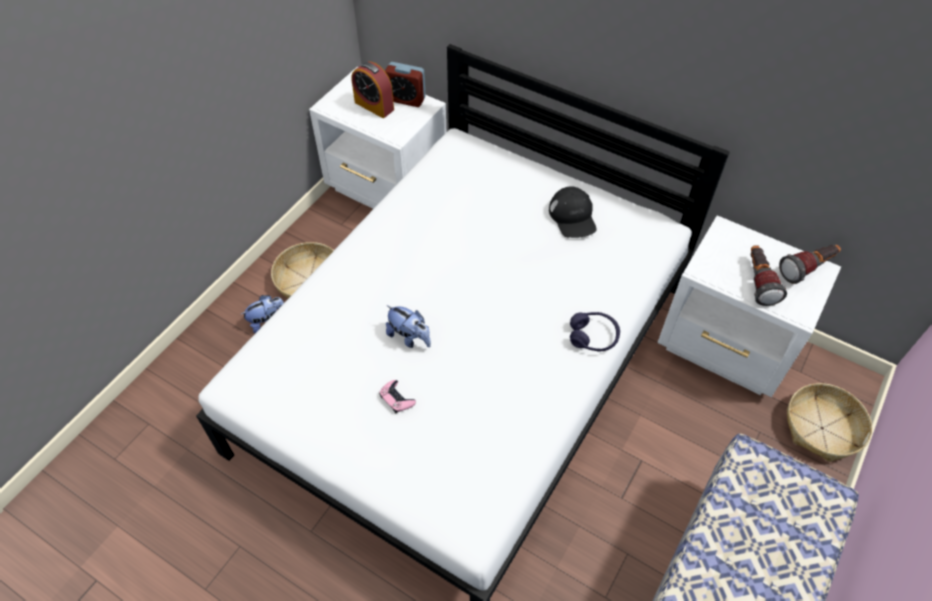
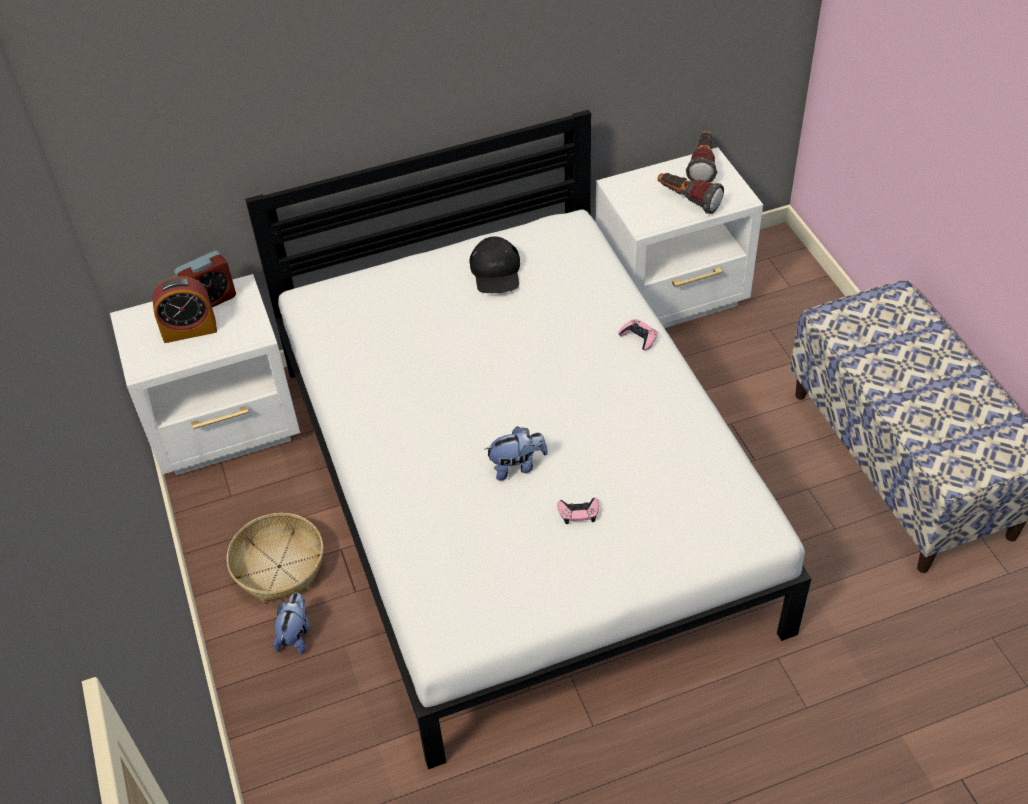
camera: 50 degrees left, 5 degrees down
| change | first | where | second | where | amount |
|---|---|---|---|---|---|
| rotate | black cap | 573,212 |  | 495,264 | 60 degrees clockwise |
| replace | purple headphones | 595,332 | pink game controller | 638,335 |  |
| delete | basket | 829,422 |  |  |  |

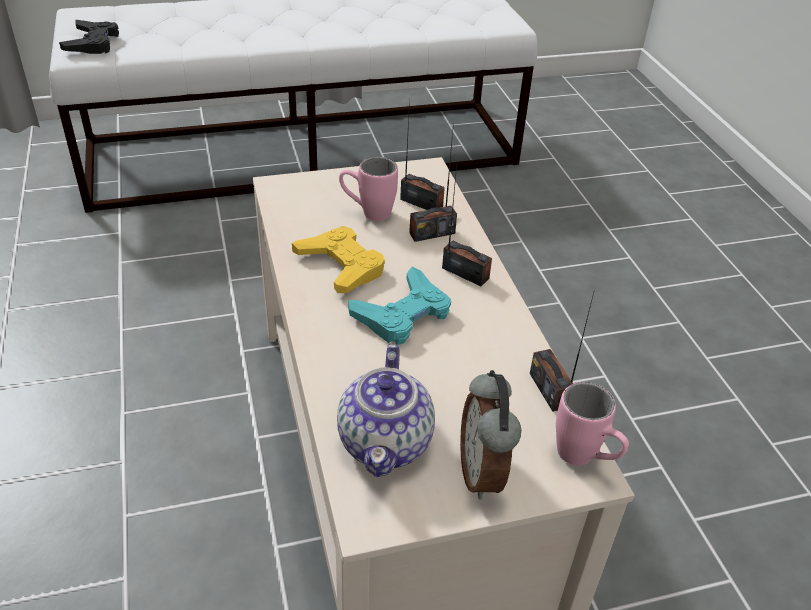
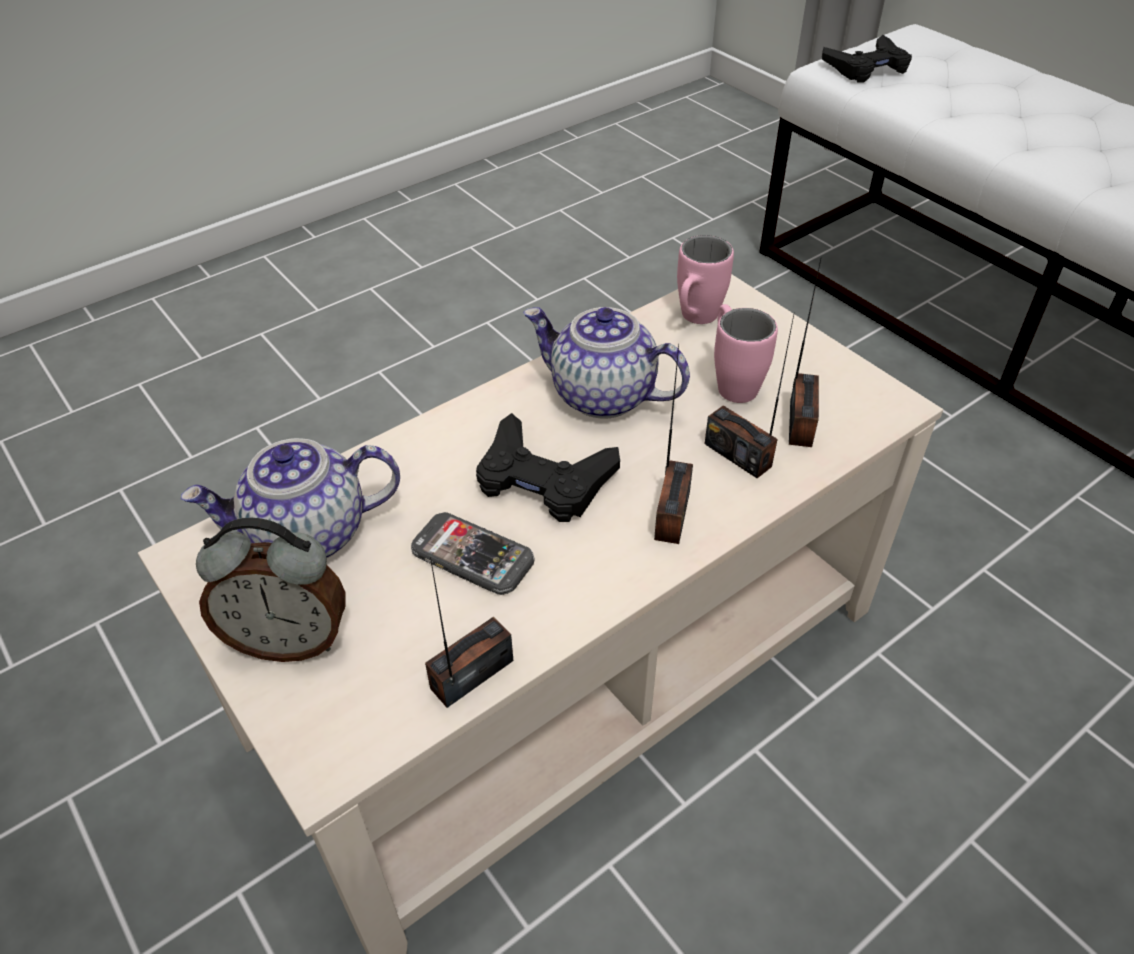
camera: 70 degrees right, 5 degrees up
| change | first | where | second | where | amount |
|---|---|---|---|---|---|
| replace | yellow game controller | 338,259 | teapot | 606,363 |  |
| recolor | turquoise game controller | 399,305 | black game controller | 548,467 |  |
| rotate | alarm clock | 490,434 |  | 271,590 | 150 degrees counterclockwise |
| move | pink mug | 592,423 |  | 705,279 |  |
| insert |  |  | phone | 472,553 |  |

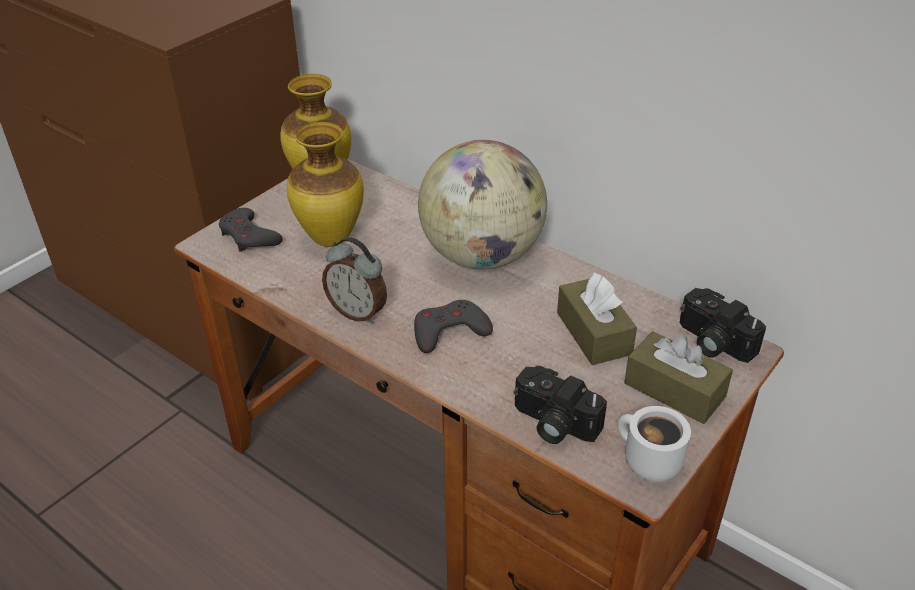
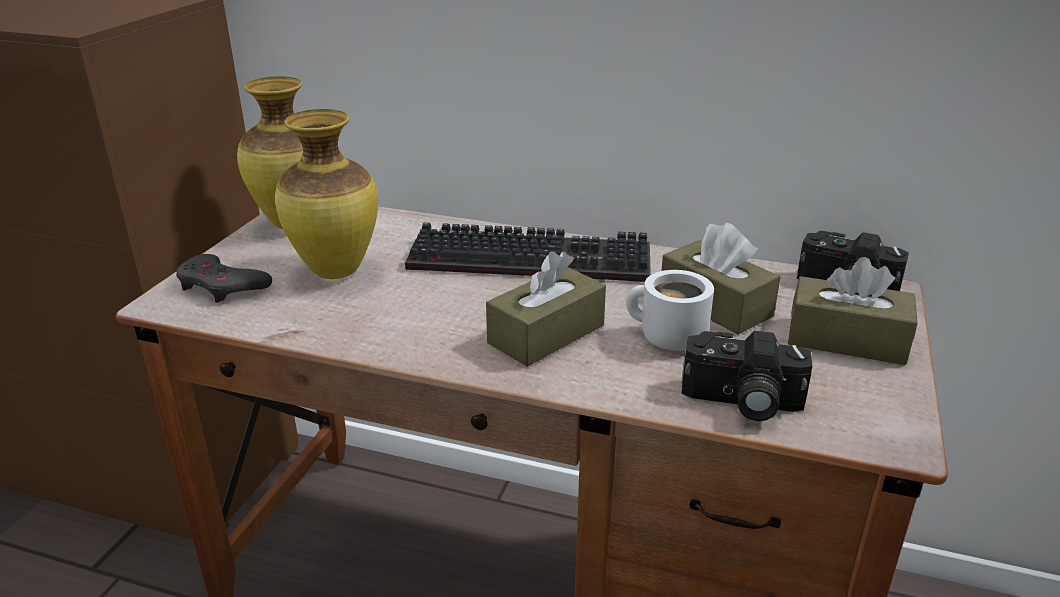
camera: 20 degrees left, 10 degrees down
| change | first | where | second | where | amount |
|---|---|---|---|---|---|
| replace | globe | 482,204 | keyboard | 528,252 |  |
| delete | alarm clock | 354,280 |  |  |  |
| replace | grey game controller | 453,326 | brown tissue box | 546,309 |  |
| move | white mug | 654,444 |  | 670,310 |  |

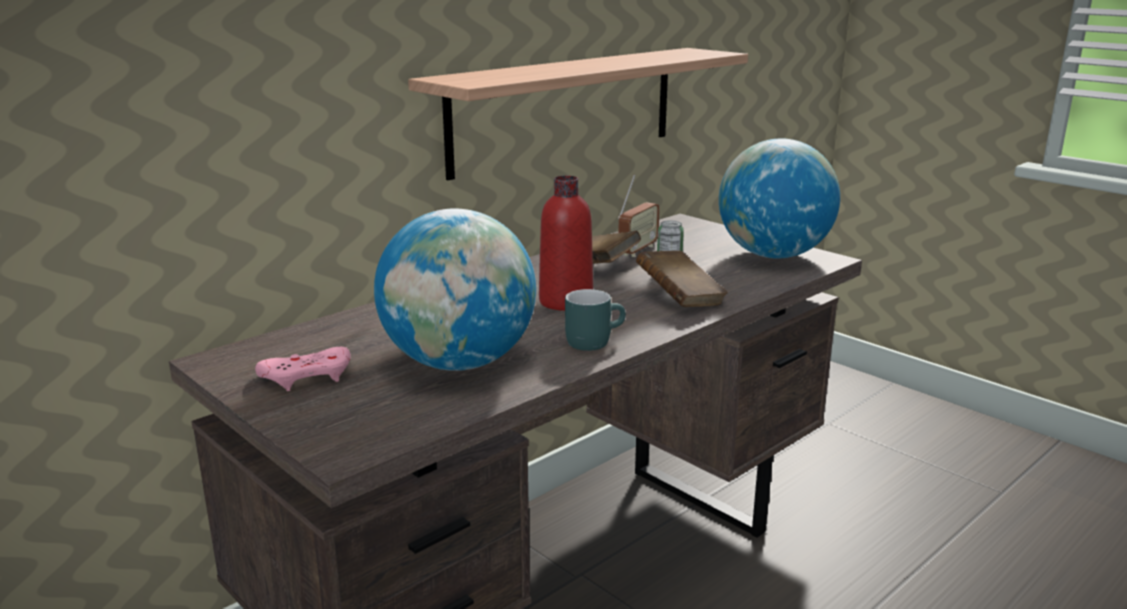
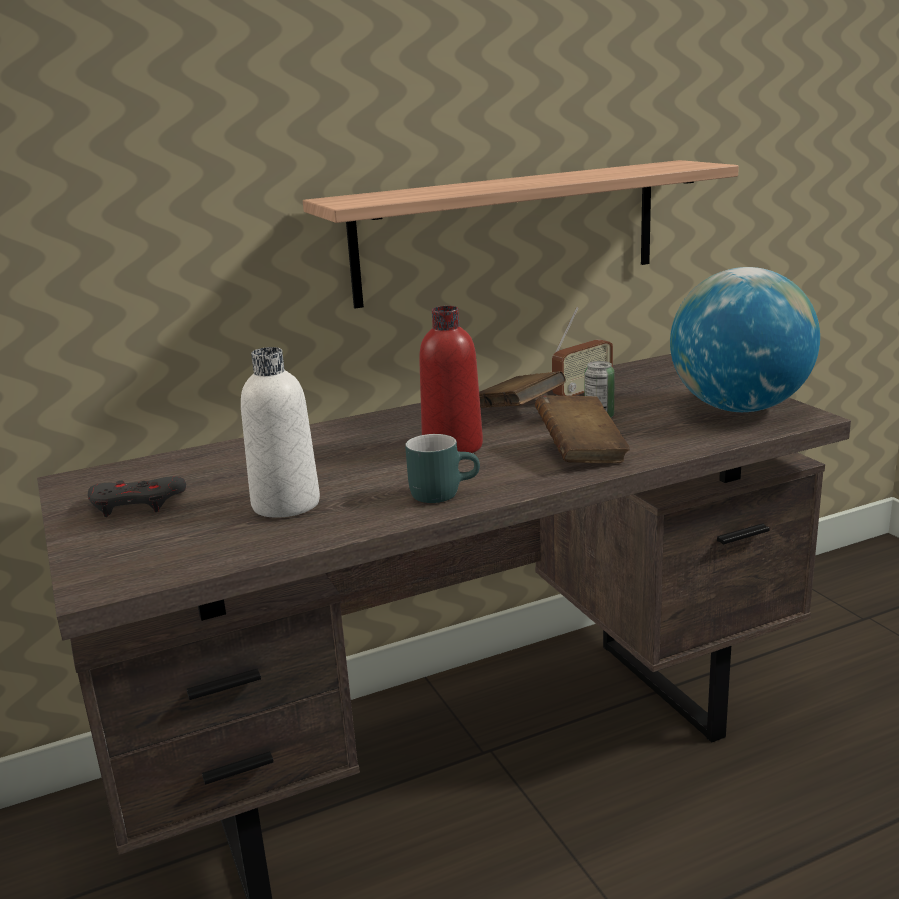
camera: 20 degrees right, 0 degrees up
| change | first | where | second | where | amount |
|---|---|---|---|---|---|
| replace | globe | 455,289 | white bottle | 280,432 |  |
| recolor | pink game controller | 303,369 | grey game controller | 137,496 |  |

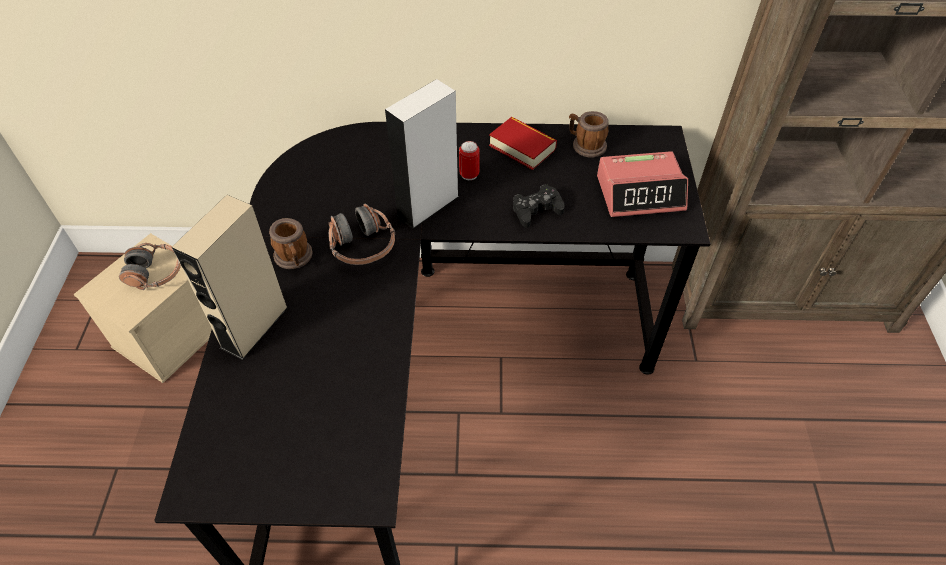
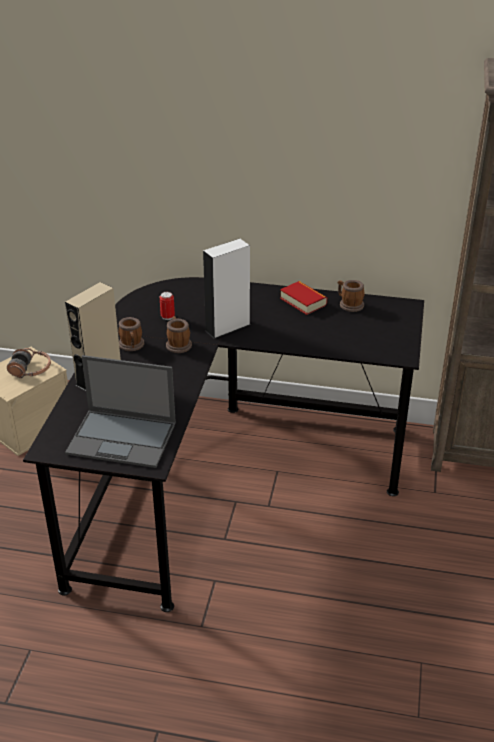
camera: 10 degrees right, 15 degrees down
| change | first | where | second | where | amount |
|---|---|---|---|---|---|
| move | can | 469,160 |  | 167,306 |  |
| delete | alarm clock | 642,184 |  |  |  |
| delete | black game controller | 539,206 |  |  |  |
| replace | headphones | 362,234 | mug | 179,334 |  |
| insert |  |  | laptop | 120,411 |  |

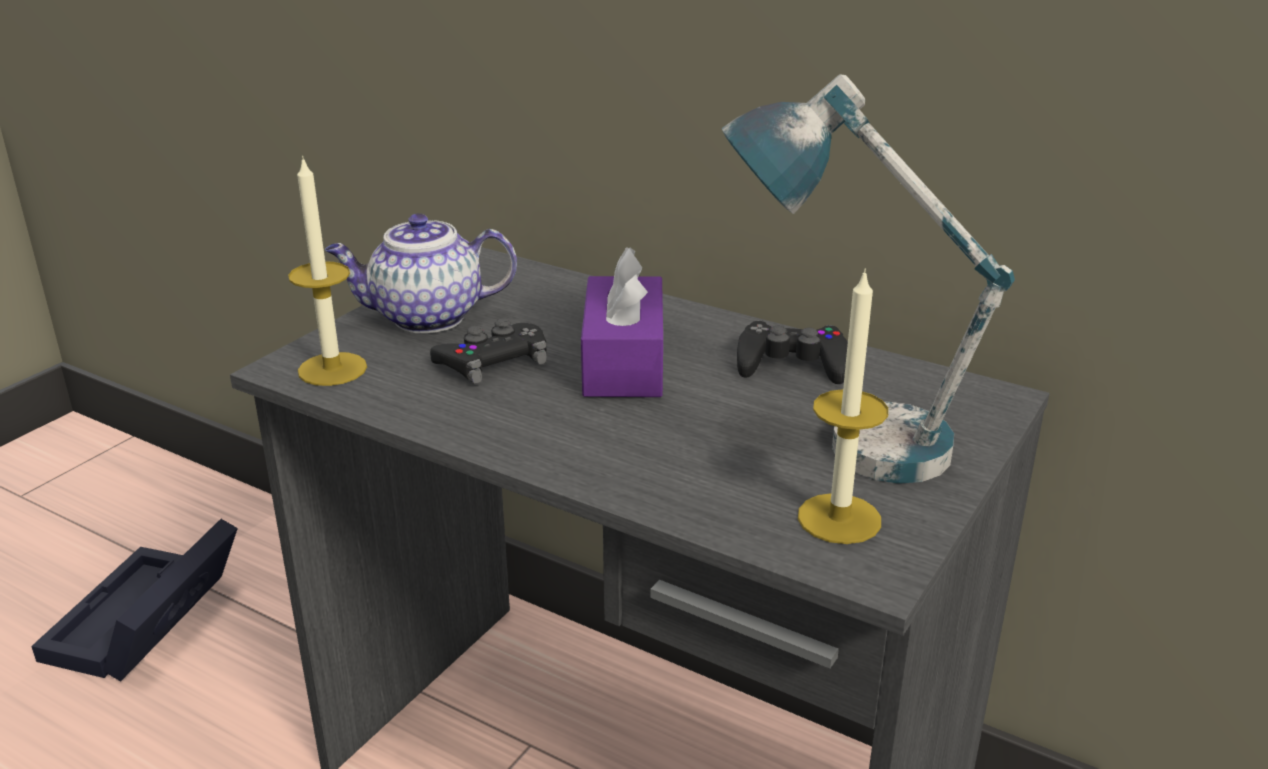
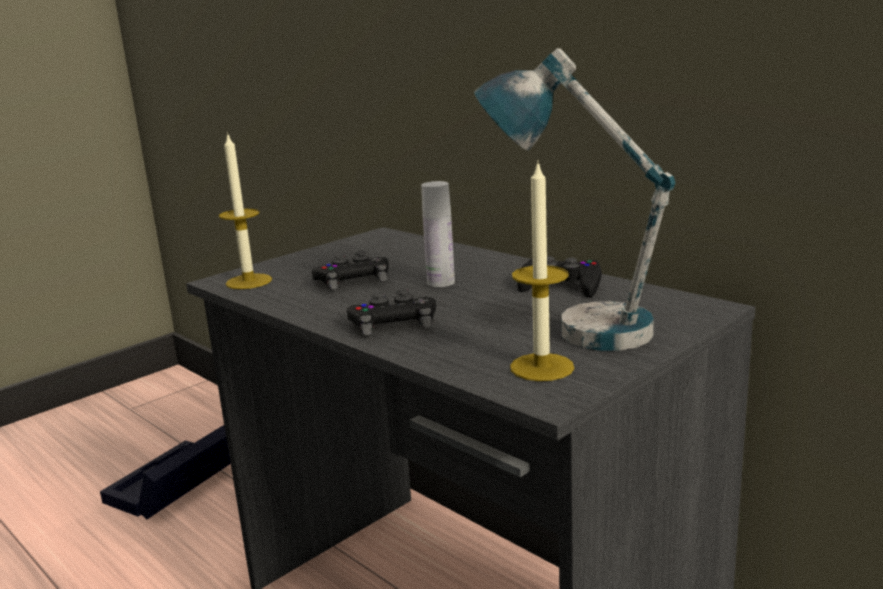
camera: 15 degrees right, 10 degrees down
| change | first | where | second | where | amount |
|---|---|---|---|---|---|
| delete | teapot | 421,273 |  |  |  |
| replace | purple tissue box | 622,322 | white bottle | 438,234 |  |
| insert |  |  | black game controller | 391,312 |  |

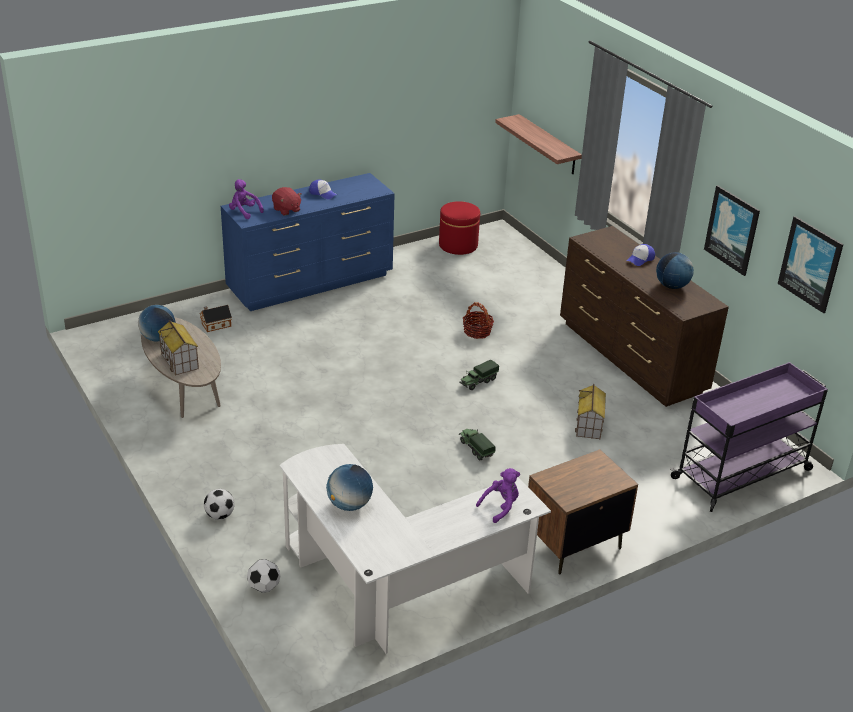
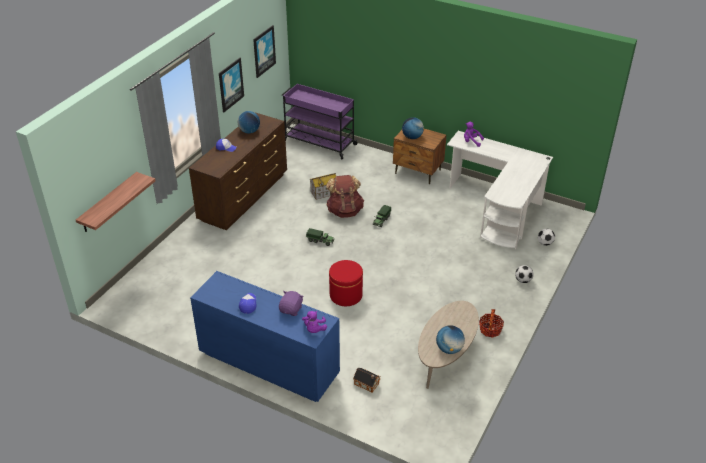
camera: 120 degrees left, 5 degrees up
| change | first | where | second | where | amount |
|---|---|---|---|---|---|
| recolor | red plush toy | 287,201 | purple plush toy | 291,303 |  |
| move | red ottoman | 459,228 |  | 346,283 |  |
| move | basket | 478,320 |  | 491,323 |  |
| delete | toy house | 178,347 |  |  |  |
| move | globe | 349,487 |  | 413,128 |  |
| insert |  |  | brown backpack | 345,196 |  |

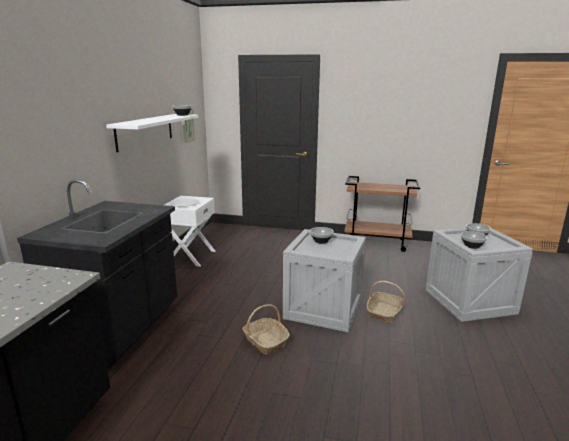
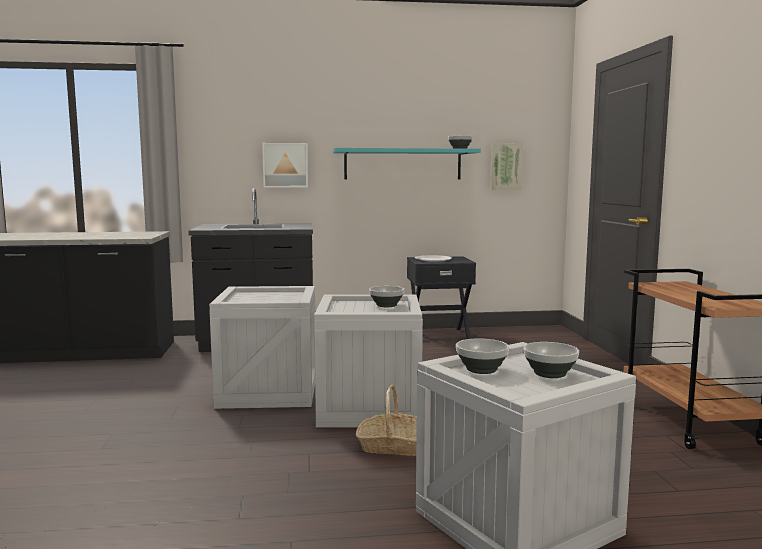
camera: 70 degrees right, 10 degrees down
| change | first | where | second | where | amount |
|---|---|---|---|---|---|
| recolor | white shelf | 152,133 | turquoise shelf | 407,164 |  |
| recolor | white nightstand | 189,231 | black nightstand | 441,297 |  |
| replace | basket | 266,329 | crate | 262,347 |  |
| insert |  |  | picture | 285,165 |  |

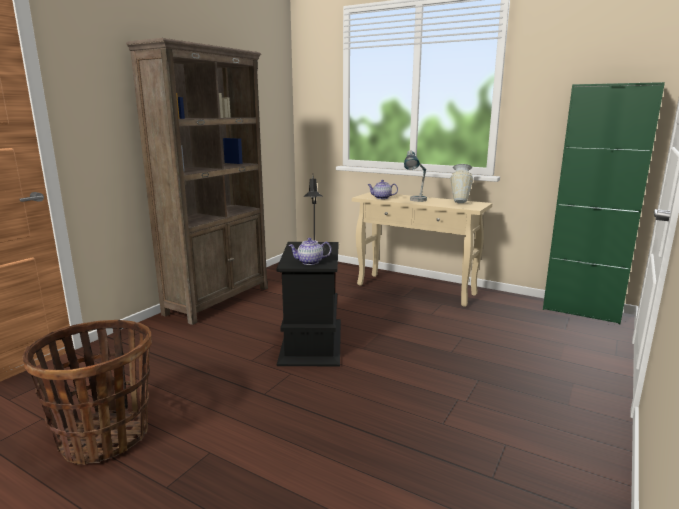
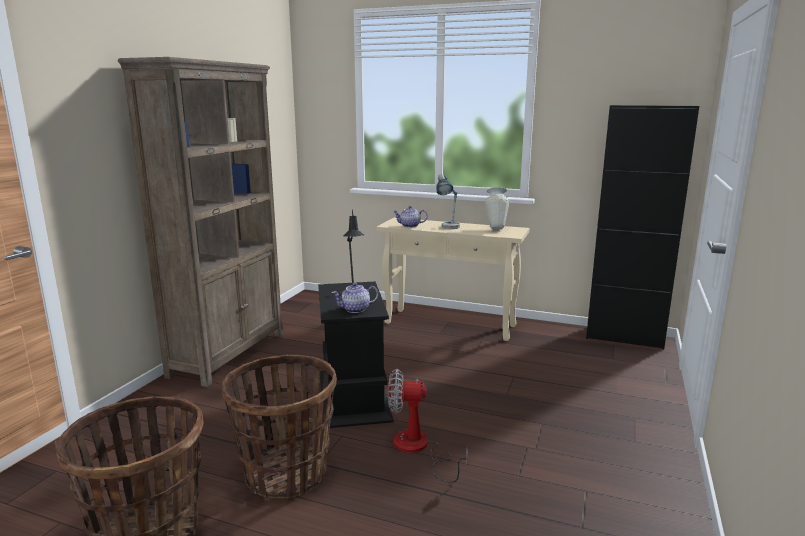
camera: 10 degrees left, 0 degrees up
| change | first | where | second | where | amount |
|---|---|---|---|---|---|
| recolor | green cabinet | 604,203 | black cabinet | 642,227 |  |
| insert |  |  | basket | 279,427 |  |
| insert |  |  | fan | 428,426 |  |

